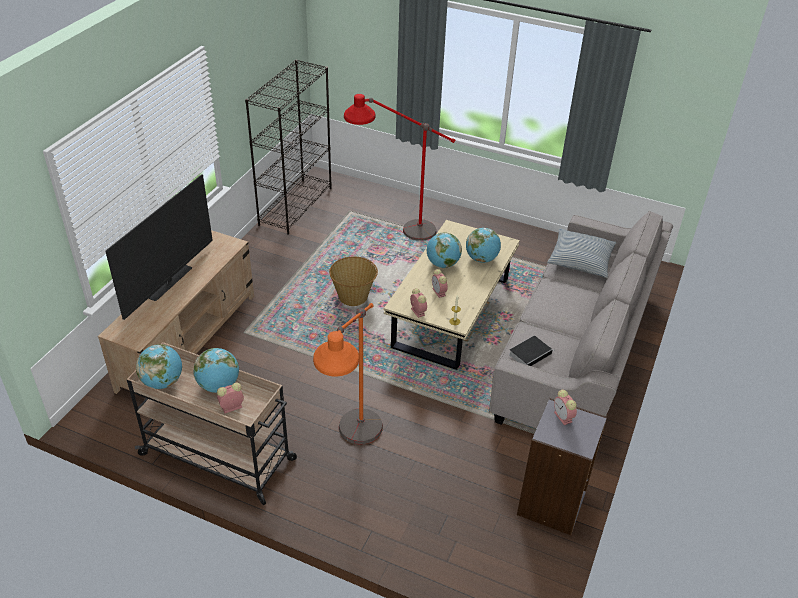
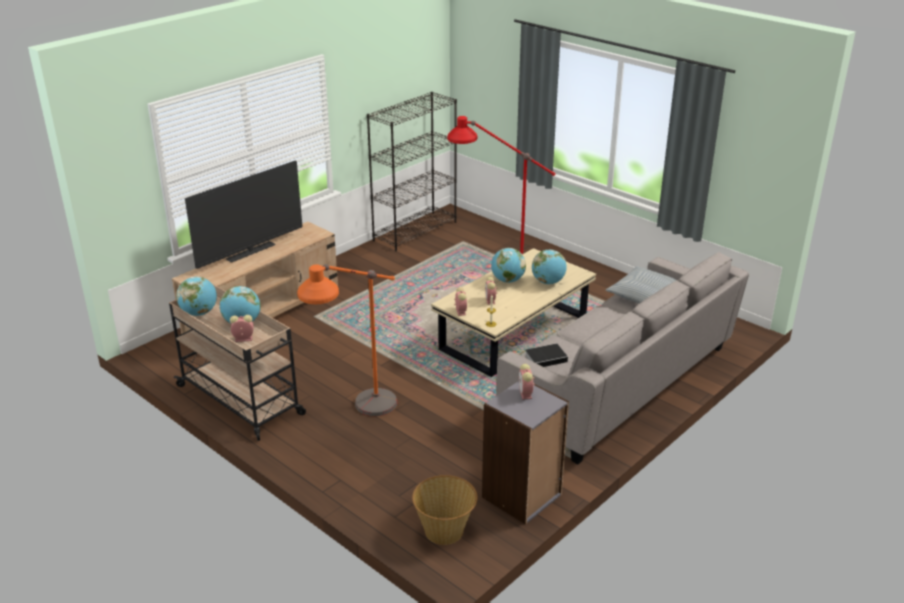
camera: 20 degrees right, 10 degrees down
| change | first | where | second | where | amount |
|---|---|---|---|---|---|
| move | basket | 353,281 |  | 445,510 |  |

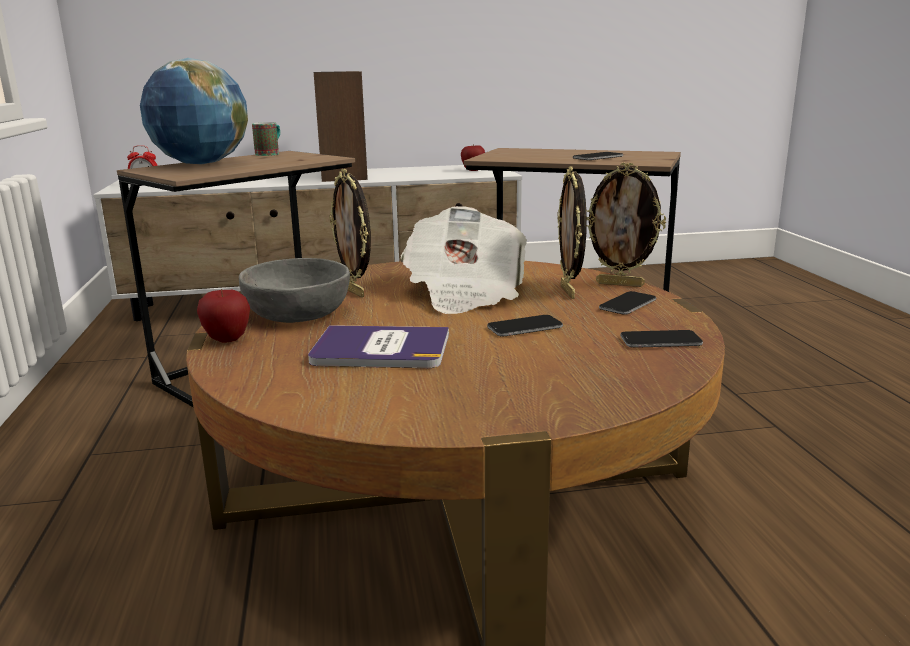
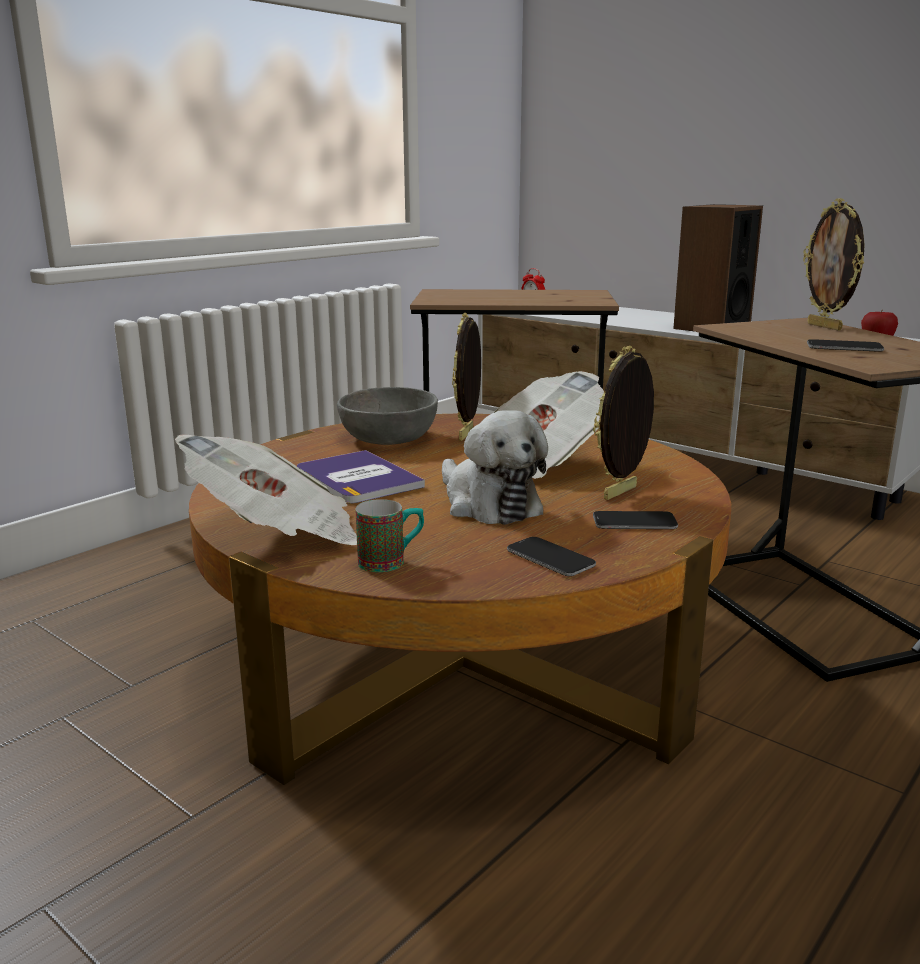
camera: 50 degrees right, 0 degrees up
| change | first | where | second | where | amount |
|---|---|---|---|---|---|
| delete | globe | 194,111 |  |  |  |
| move | mug | 266,139 |  | 389,535 |  |
| move | picture frame | 626,224 |  | 834,264 |  |
| delete | apple | 223,316 |  |  |  |
| replace | phone | 525,326 | plush toy | 495,467 |  |
| insert |  |  | newspaper | 266,489 |  |

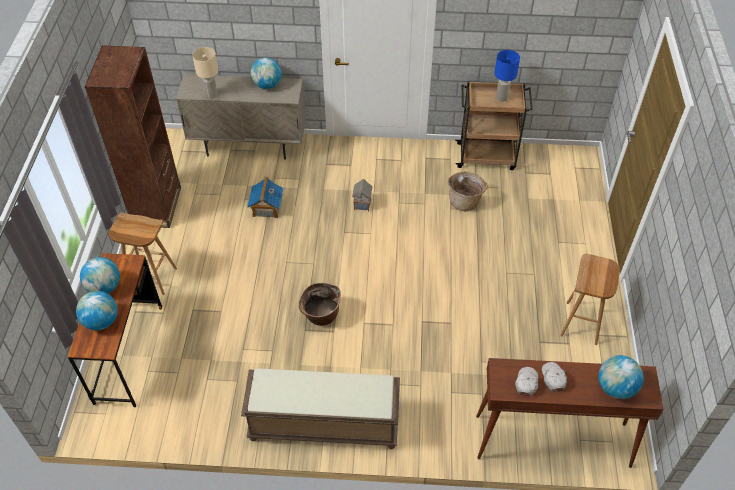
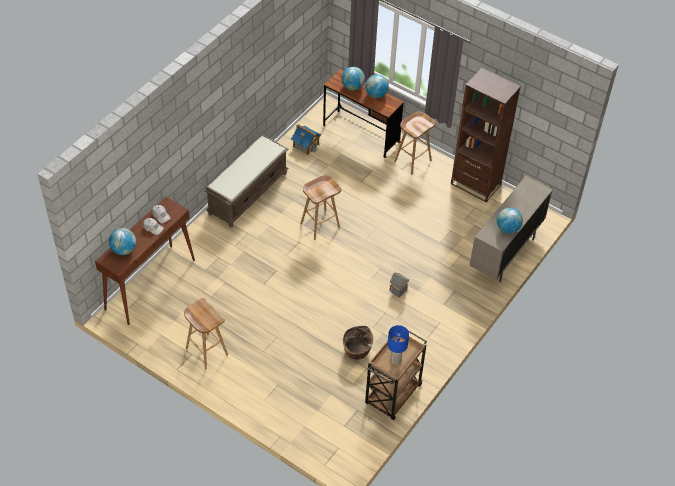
camera: 120 degrees right, 0 degrees up
| change | first | where | second | where | amount |
|---|---|---|---|---|---|
| delete | beige table lamp | 205,73 |  |  |  |
| move | toy house | 265,197 |  | 306,139 |  |
| replace | basket | 320,304 | brown stool | 320,207 |  |

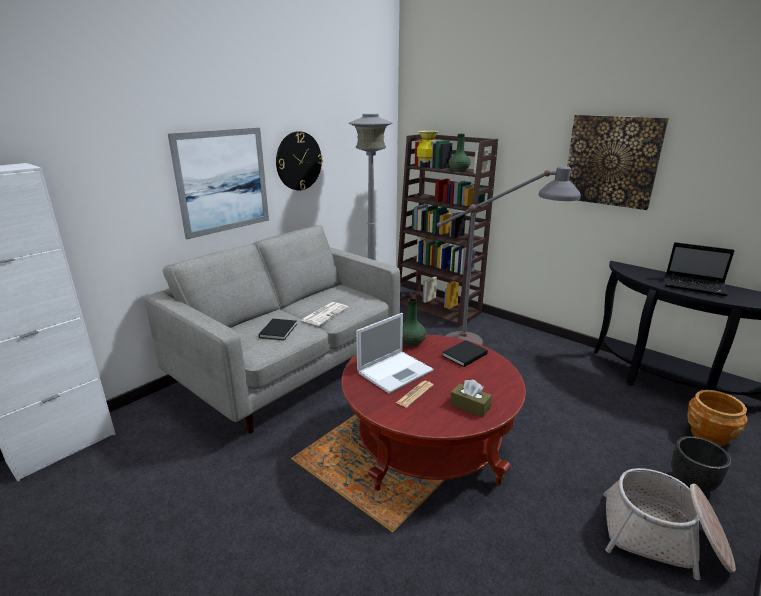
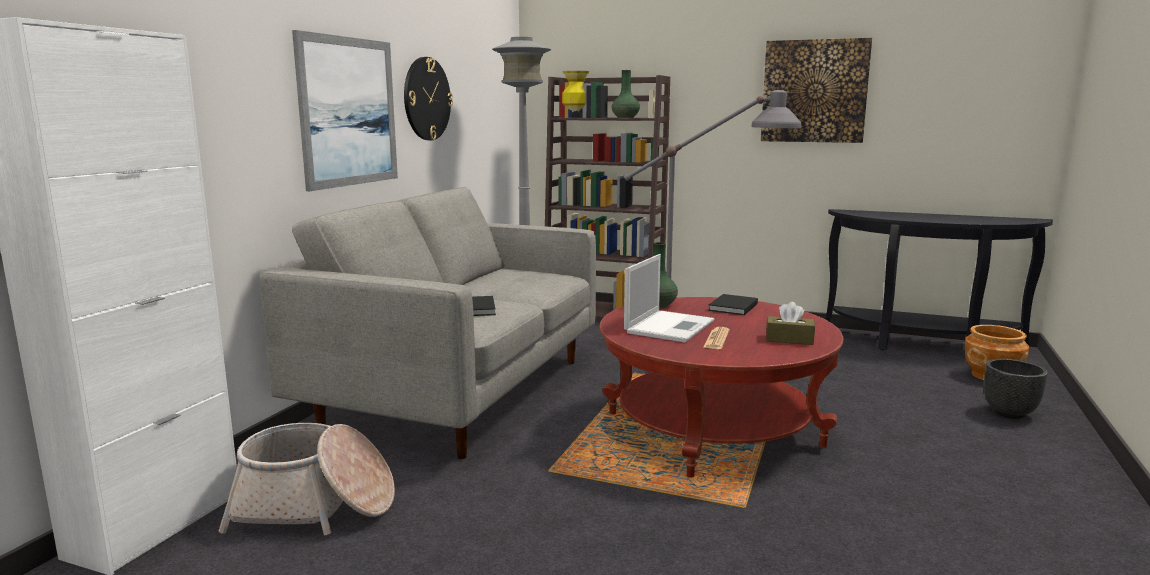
camera: 20 degrees left, 10 degrees down
| change | first | where | second | where | amount |
|---|---|---|---|---|---|
| delete | laptop | 700,269 |  |  |  |
| delete | newspaper | 325,314 |  |  |  |
| move | basket | 670,524 |  | 306,479 |  |

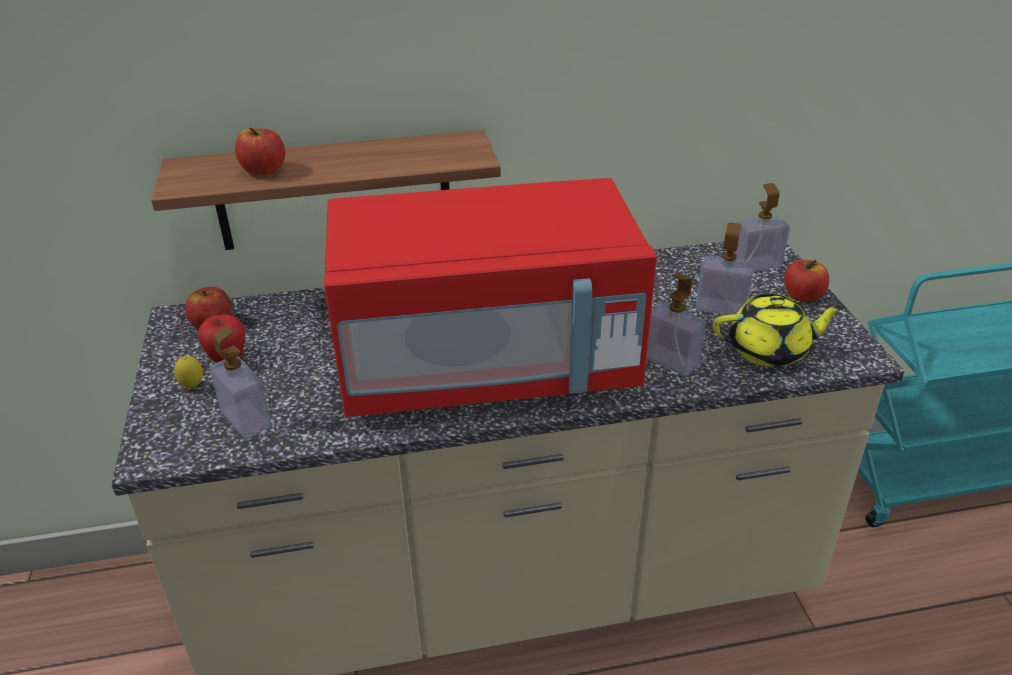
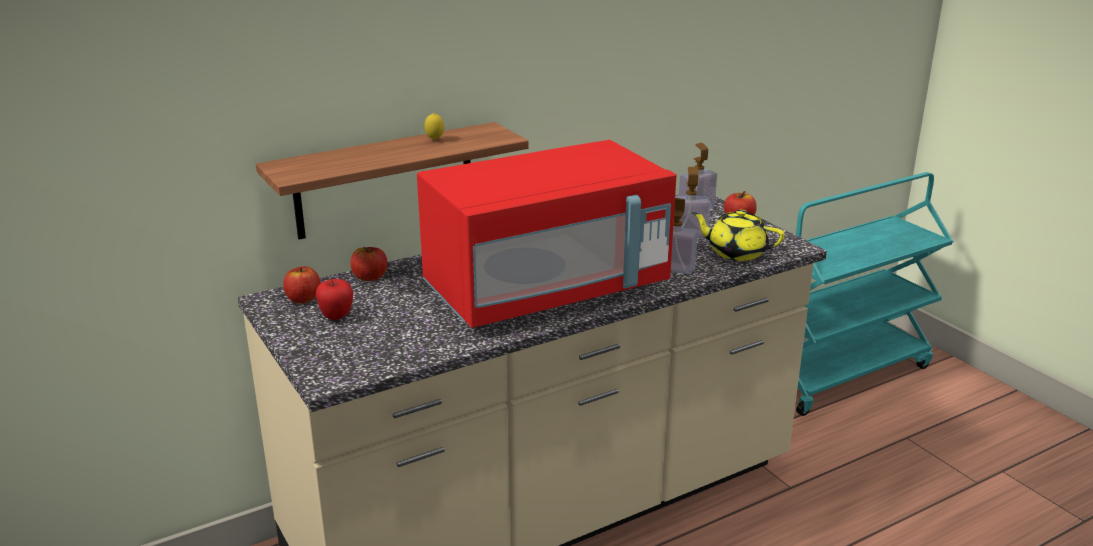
camera: 20 degrees left, 10 degrees down
| change | first | where | second | where | amount |
|---|---|---|---|---|---|
| move | apple | 260,151 |  | 368,264 |  |
| rotate | yellow teapot | 779,330 |  | 738,235 | 135 degrees counterclockwise |
| delete | soap dispenser | 240,382 |  |  |  |
| move | lemon | 188,372 |  | 434,126 |  |

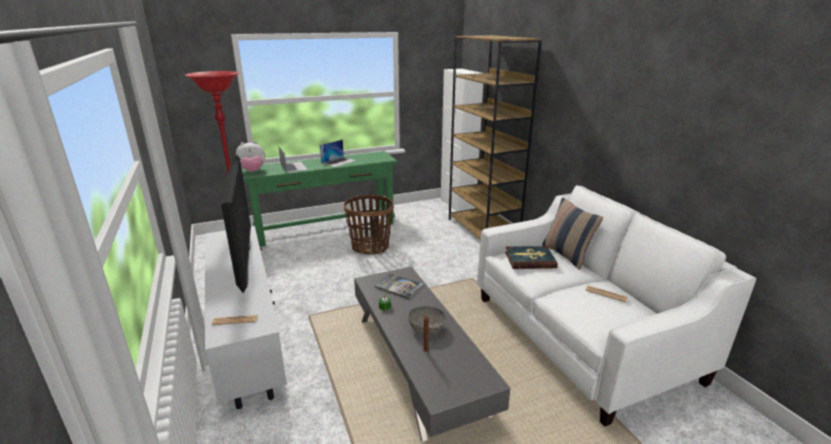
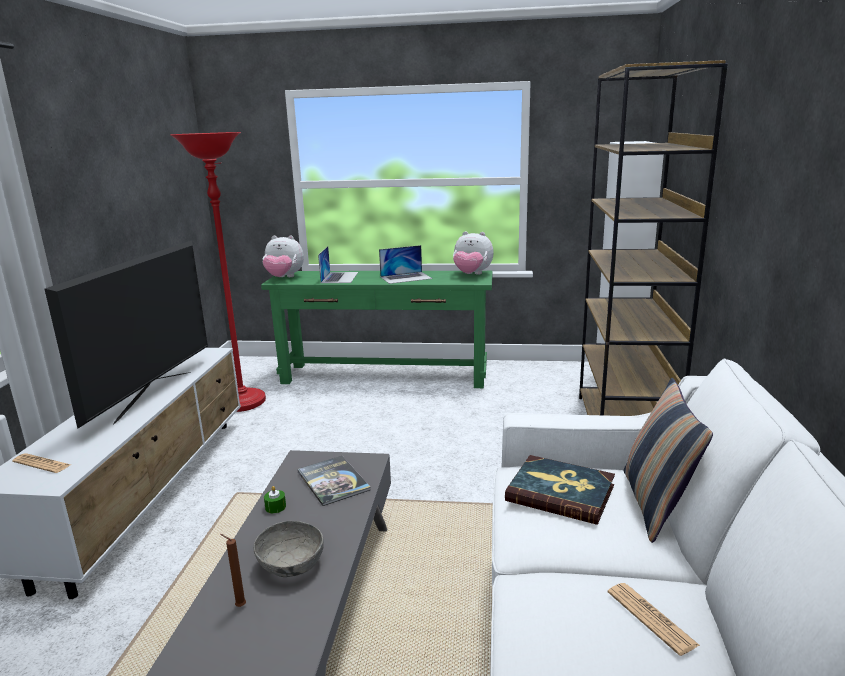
camera: 30 degrees right, 5 degrees down
| change | first | where | second | where | amount |
|---|---|---|---|---|---|
| delete | basket | 369,225 |  |  |  |
| insert |  |  | plush toy | 473,253 |  |

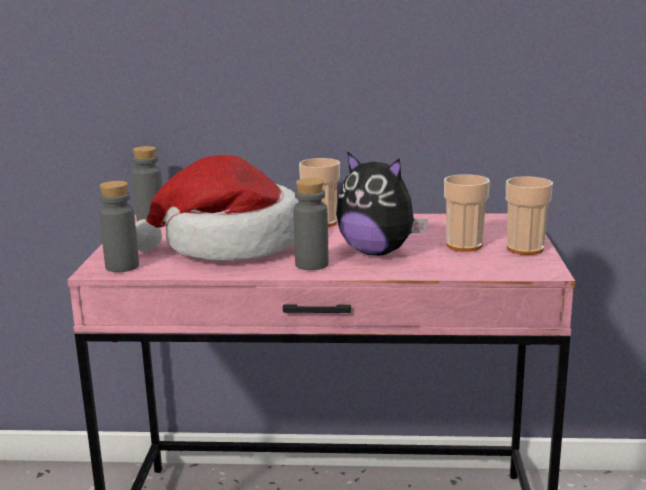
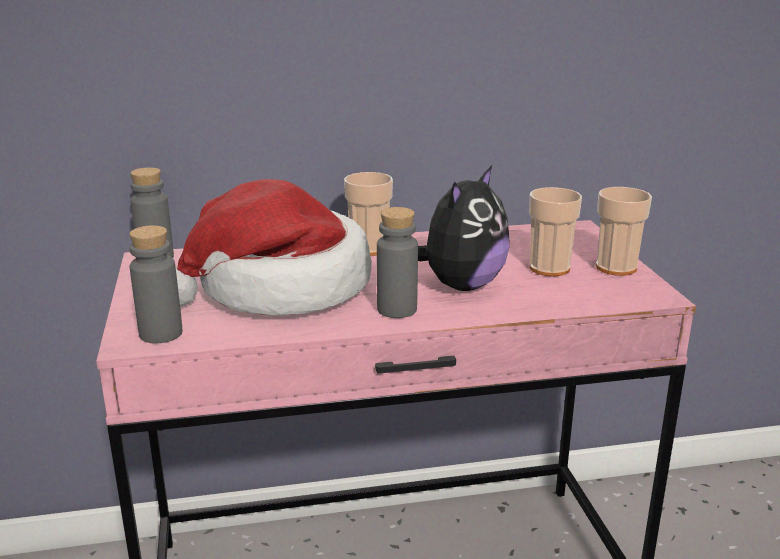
camera: 15 degrees left, 5 degrees up
| change | first | where | second | where | amount |
|---|---|---|---|---|---|
| rotate | plush toy | 382,203 |  | 464,228 | 75 degrees counterclockwise |

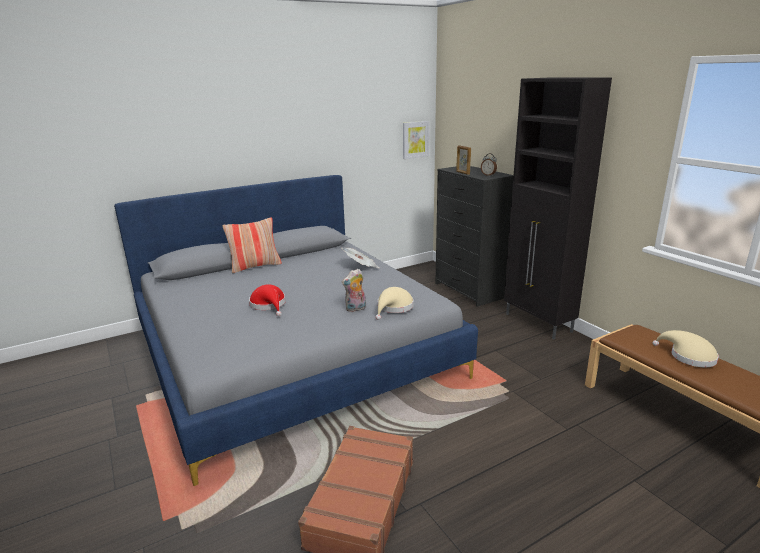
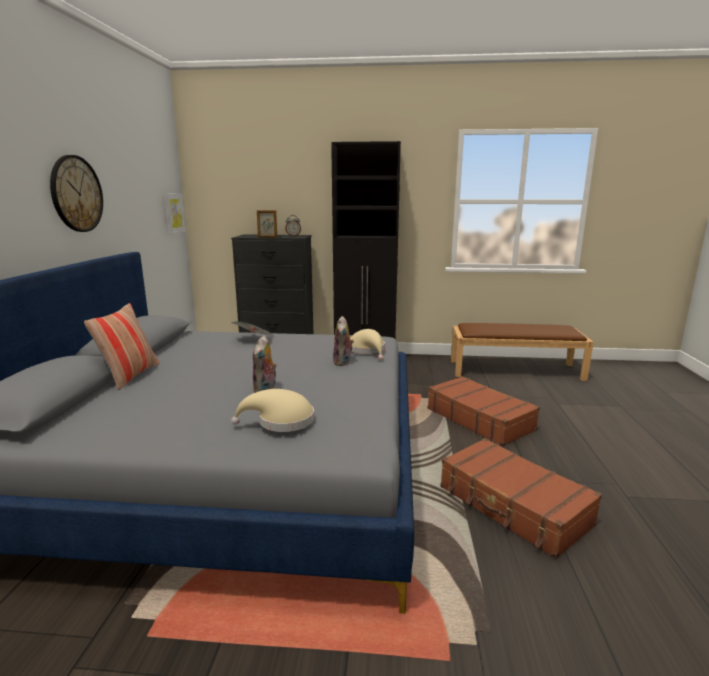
camera: 55 degrees left, 5 degrees down
| change | first | where | second | where | amount |
|---|---|---|---|---|---|
| replace | red hat | 267,300 | plush toy | 265,364 |  |
| move | beige hat | 685,349 |  | 272,410 |  |
| insert |  |  | wall clock | 76,193 |  |
| insert |  |  | brown suitcase | 484,411 |  |

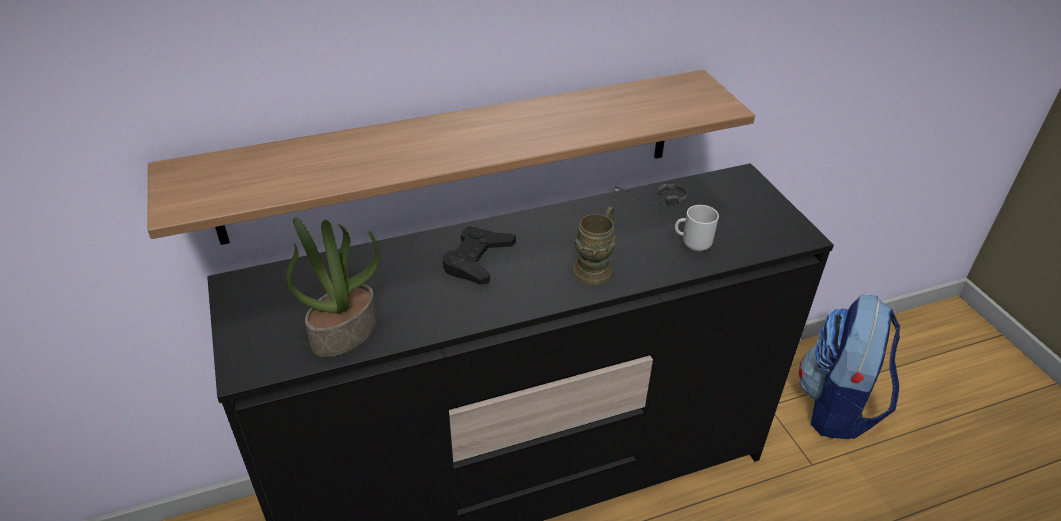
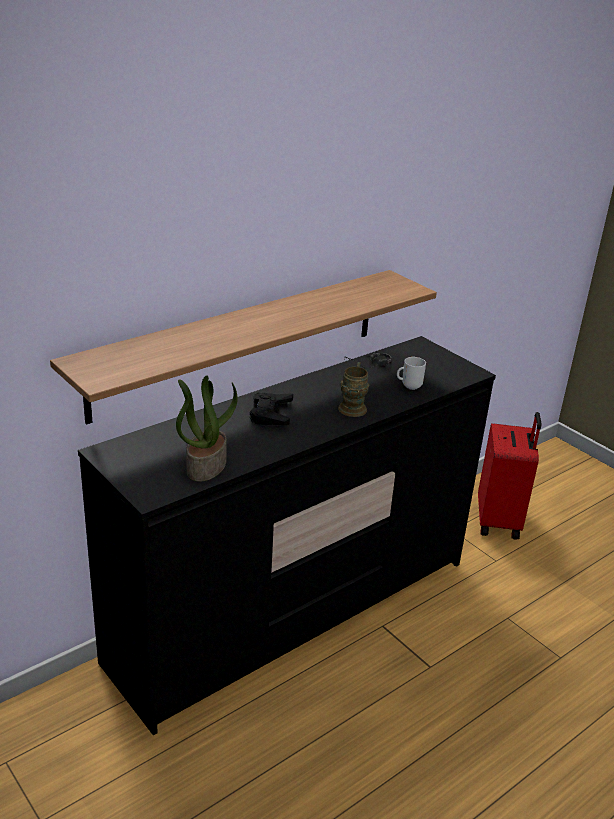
camera: 20 degrees left, 10 degrees down
| change | first | where | second | where | amount |
|---|---|---|---|---|---|
| replace | backpack | 849,367 | red suitcase | 509,476 |  |

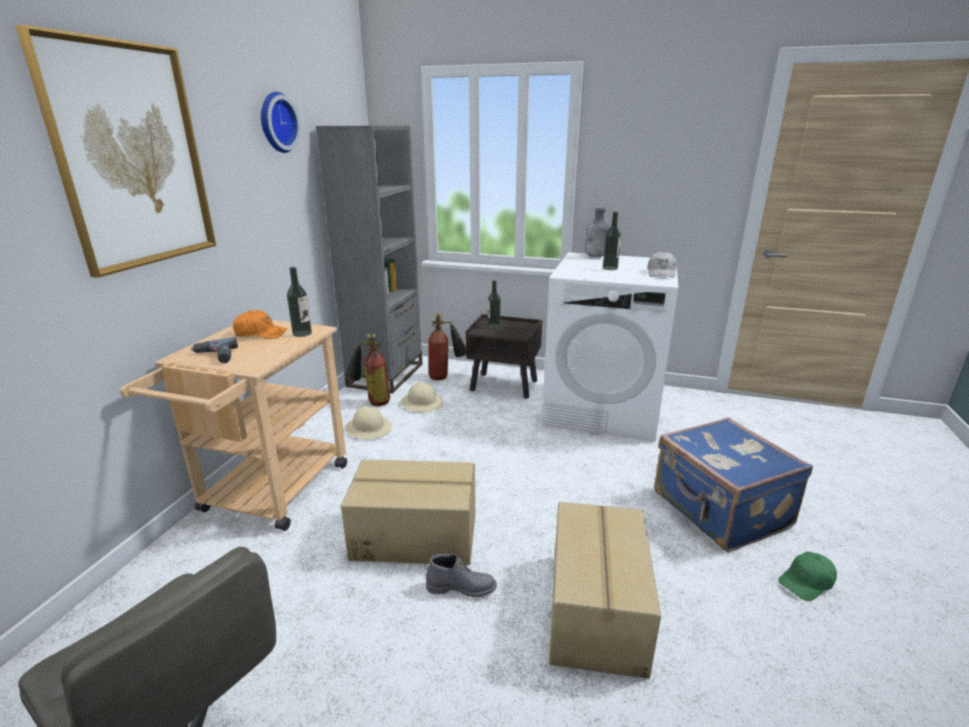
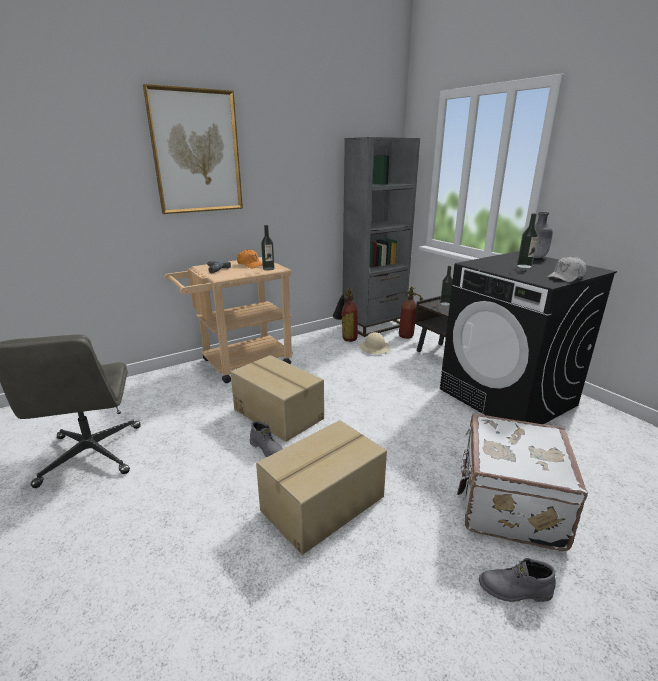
camera: 40 degrees right, 0 degrees up
| change | first | where | second | where | amount |
|---|---|---|---|---|---|
| delete | wall clock | 281,122 |  |  |  |
| recolor | white washing machine | 610,347 | black washing machine | 528,337 |  |
| delete | beige hard hat | 368,423 |  |  |  |
| recolor | blue suitcase | 733,484 | white suitcase | 522,482 |  |
| replace | green cap | 807,576 | grey boot | 517,580 |  |

